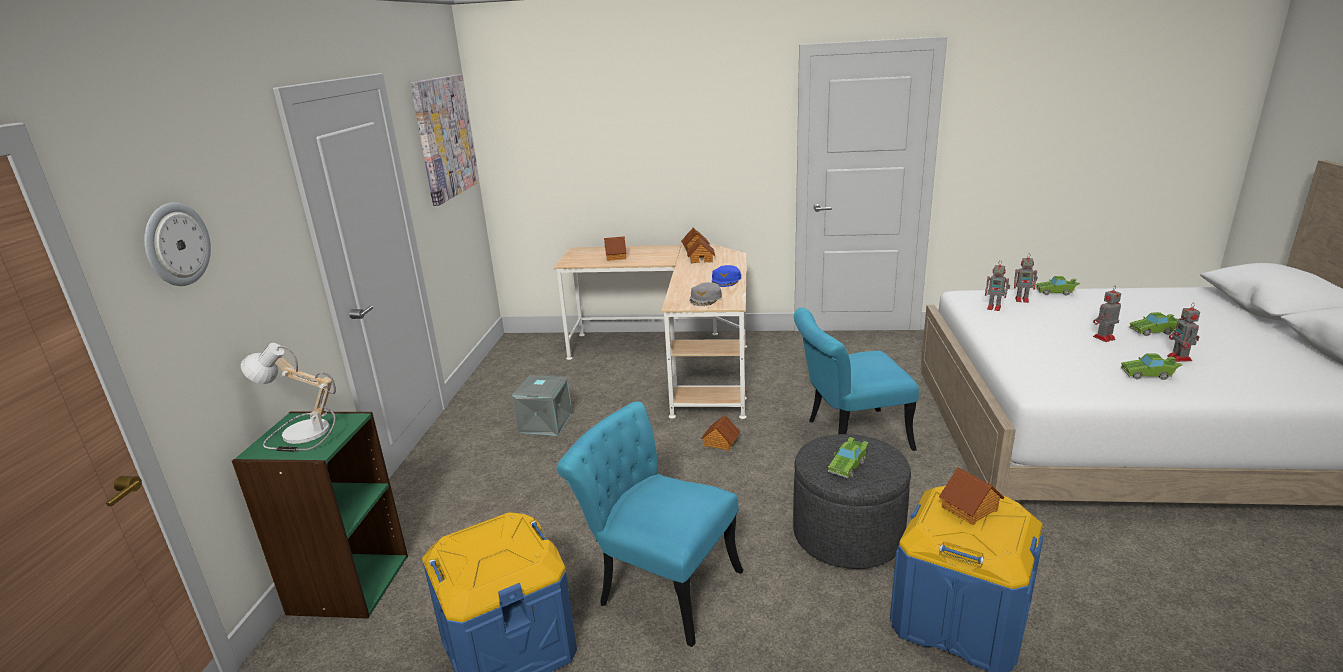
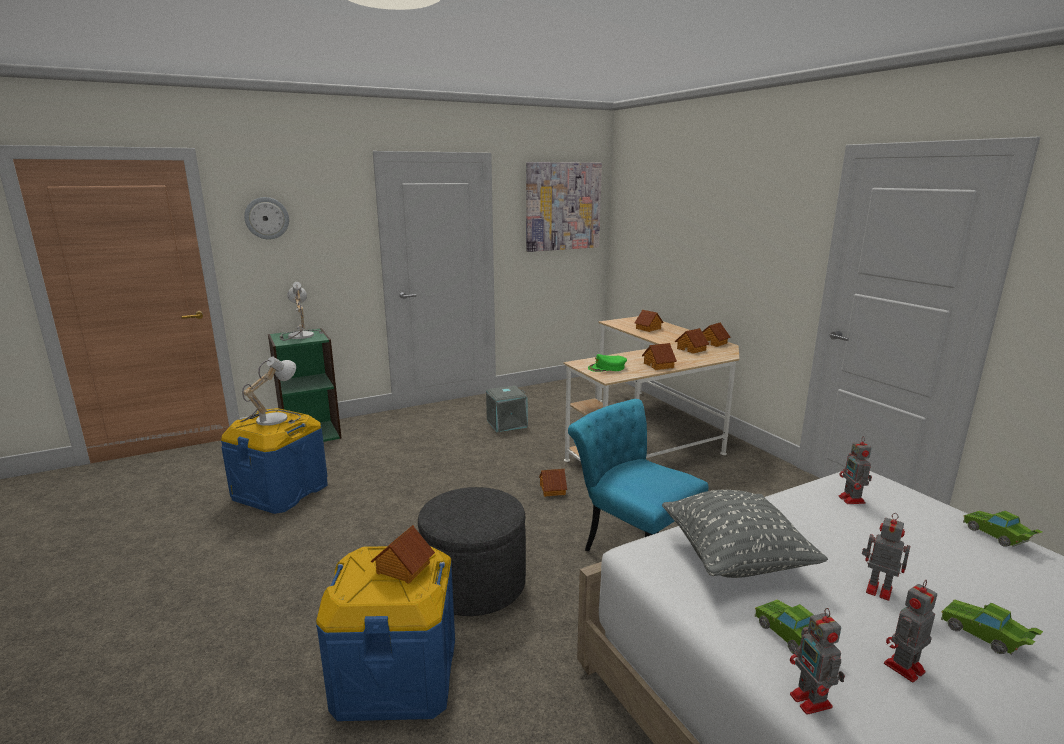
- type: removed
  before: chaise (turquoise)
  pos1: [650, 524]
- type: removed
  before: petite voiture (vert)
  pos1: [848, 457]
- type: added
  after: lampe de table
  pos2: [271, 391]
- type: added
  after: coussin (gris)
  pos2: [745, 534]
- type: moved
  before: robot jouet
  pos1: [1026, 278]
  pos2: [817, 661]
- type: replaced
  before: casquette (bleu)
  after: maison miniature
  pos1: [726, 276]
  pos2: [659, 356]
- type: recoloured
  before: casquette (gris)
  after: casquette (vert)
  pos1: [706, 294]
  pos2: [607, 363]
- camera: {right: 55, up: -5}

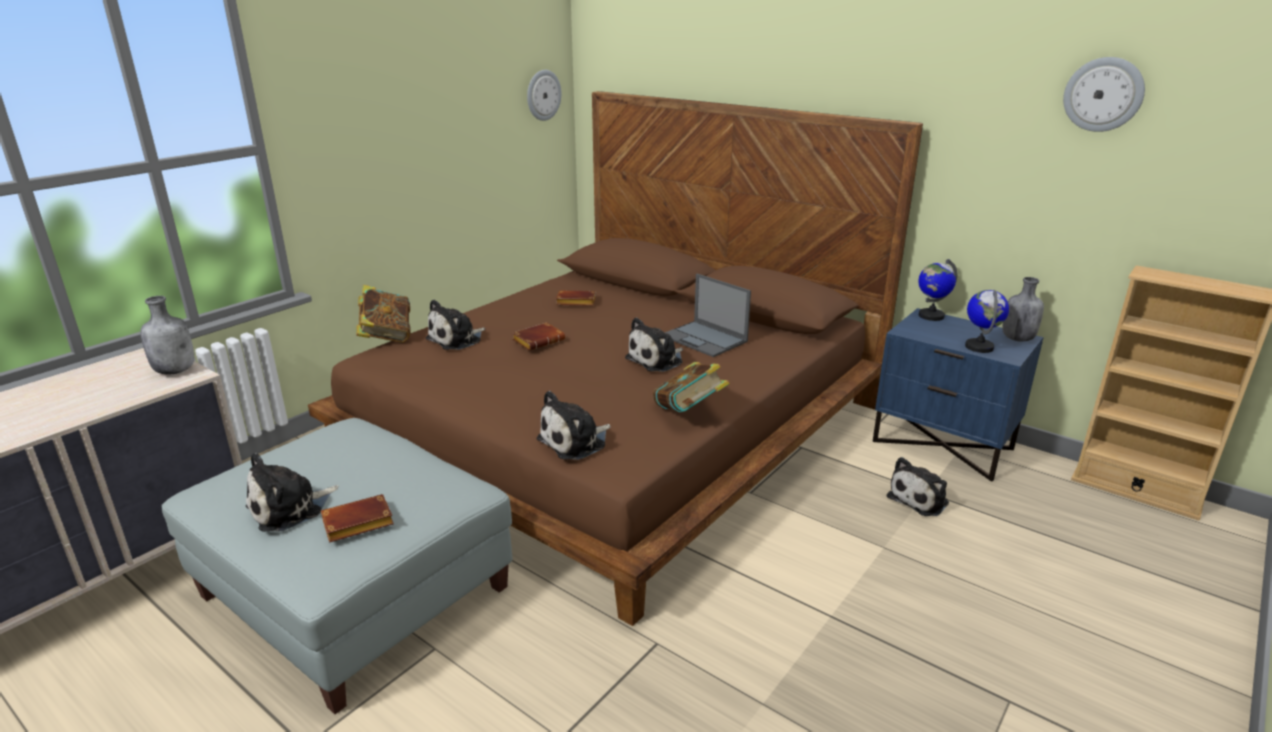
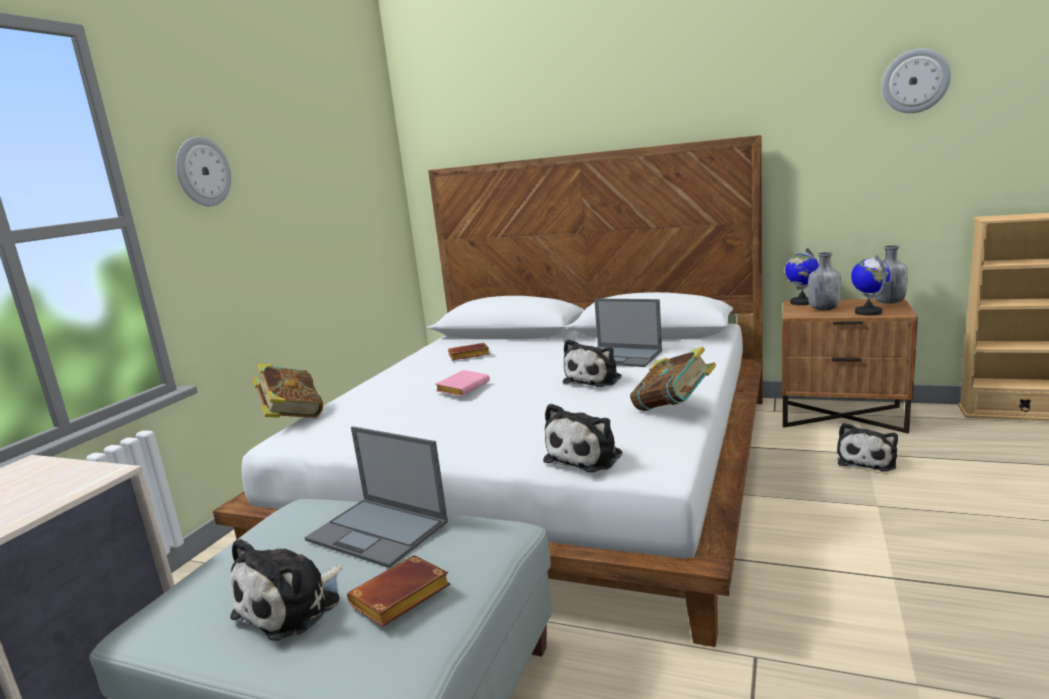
- type: removed
  before: peluche
  pos1: [455, 325]
- type: added
  after: ordinateur portable
  pos2: [376, 497]
- type: moved
  before: bouteille (gris)
  pos1: [167, 335]
  pos2: [824, 281]
- type: moved
  before: horloge murale
  pos1: [544, 95]
  pos2: [203, 171]
- type: recoloured
  before: lit (marron)
  after: lit (blanc)
  pos1: [615, 358]
  pos2: [488, 391]
- type: recoloured
  before: livre (marron)
  after: livre (rose)
  pos1: [538, 336]
  pos2: [463, 383]
- type: recoloured
  before: table de chevet (bleu)
  after: table de chevet (marron)
  pos1: [958, 395]
  pos2: [850, 366]
- camera: {right: -15, up: -10}

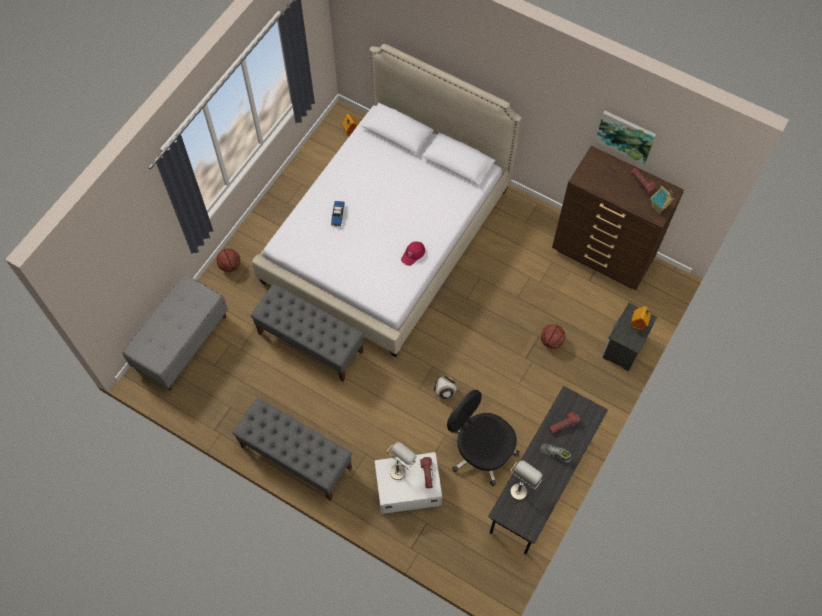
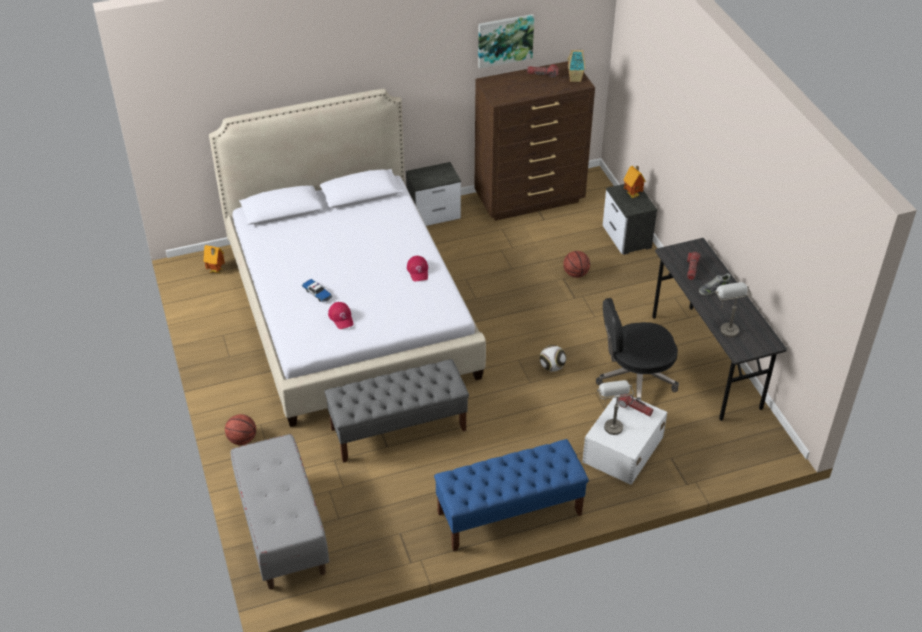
- type: added
  after: casquette (rouge)
  pos2: [341, 315]
- type: added
  after: table de chevet
  pos2: [433, 194]
- type: recoloured
  before: banc (gris)
  after: banc (bleu)
  pos1: [292, 449]
  pos2: [511, 495]
- camera: {right: -50, up: -20}

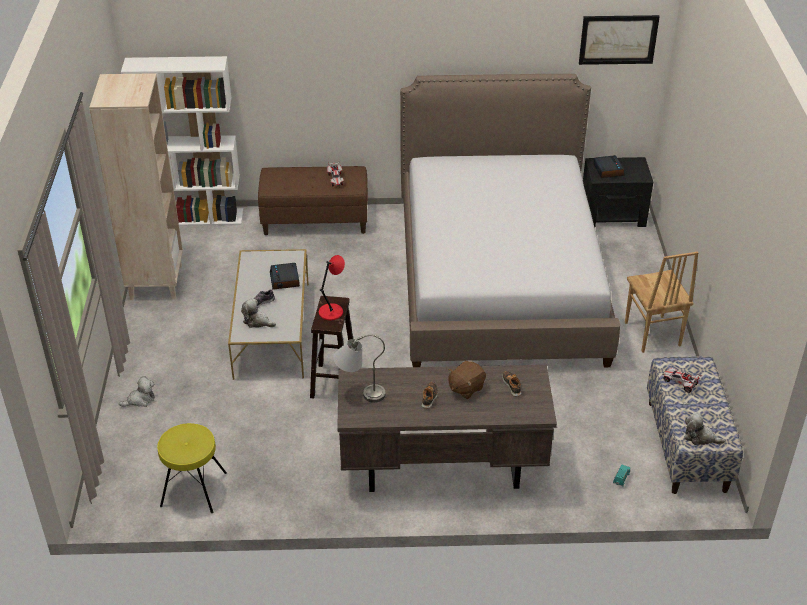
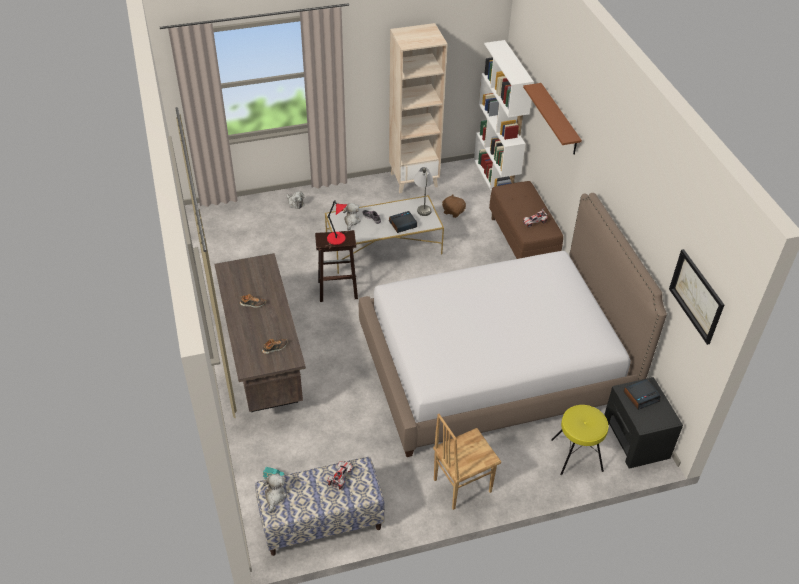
- type: added
  after: étagère (marron)
  pos2: [552, 119]
- type: moved
  before: tabouret (jaune)
  pos1: [192, 468]
  pos2: [579, 440]
- type: moved
  before: lampe de table (gris)
  pos1: [359, 369]
  pos2: [423, 191]
- type: moved
  before: peluche (marron)
  pos1: [467, 380]
  pos2: [454, 206]
- camera: {right: 75, up: 5}

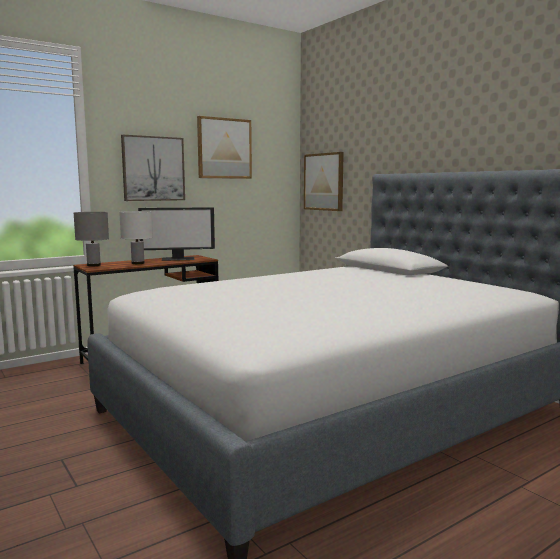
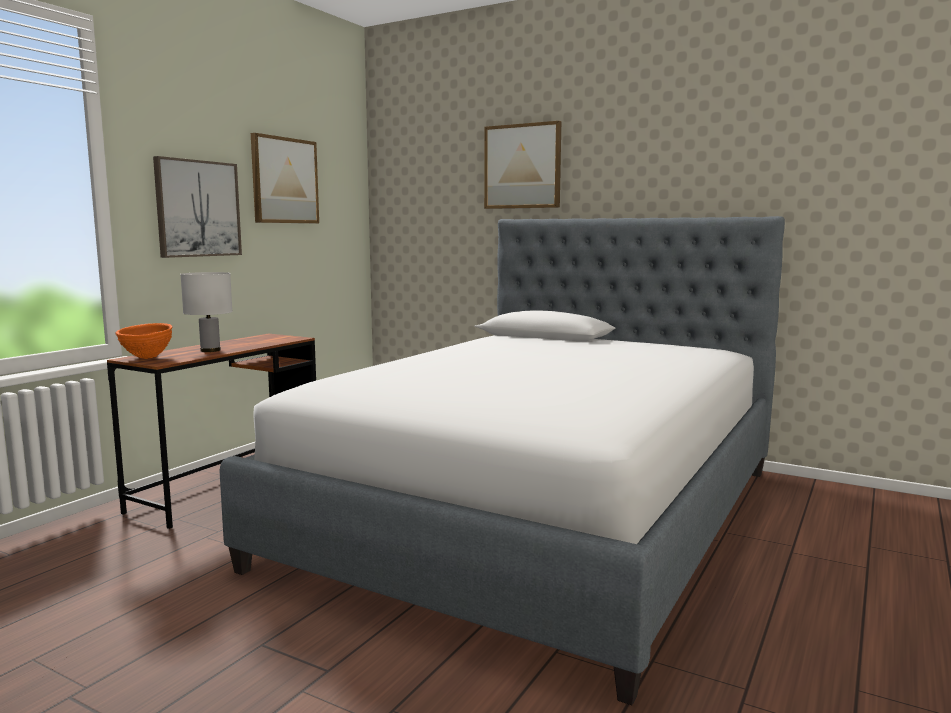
- type: removed
  before: écran d'ordinateur
  pos1: [176, 234]
- type: moved
  before: tableau
  pos1: [324, 181]
  pos2: [522, 165]
- type: replaced
  before: lampe de table (gris)
  after: bol (orange)
  pos1: [91, 239]
  pos2: [144, 341]
- camera: {right: -25, up: 0}

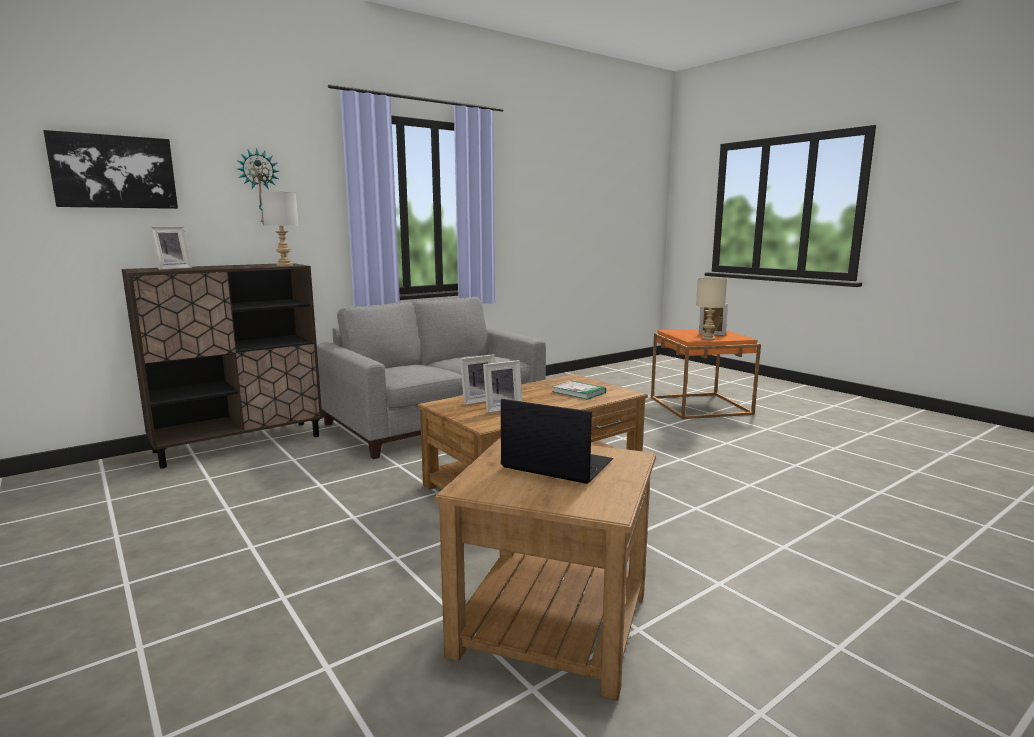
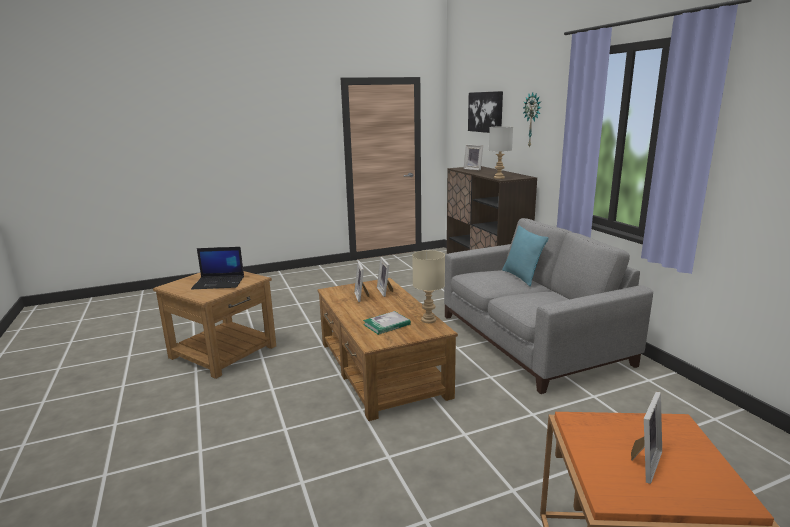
- type: added
  after: coussin (turquoise)
  pos2: [525, 256]
- type: moved
  before: lampe de table (beige)
  pos1: [711, 308]
  pos2: [428, 286]
- type: turned
  before: ordinateur portable
  pos1: [557, 441]
  pos2: [217, 268]
  turn: 45
- camera: {right: 105, up: 5}

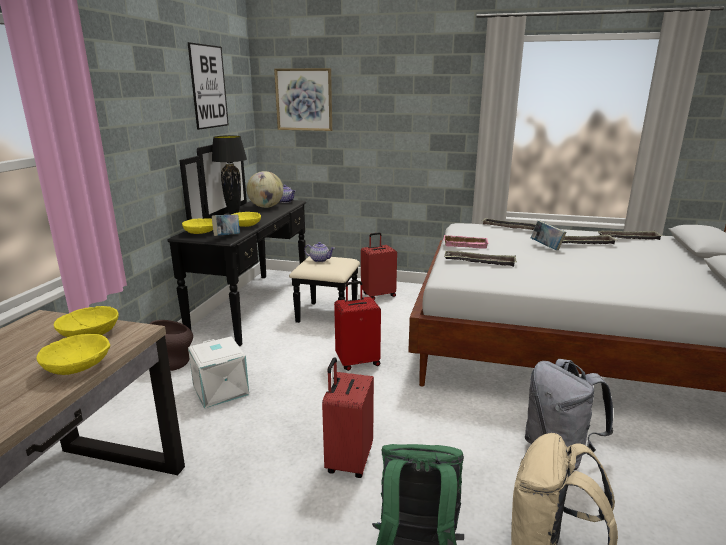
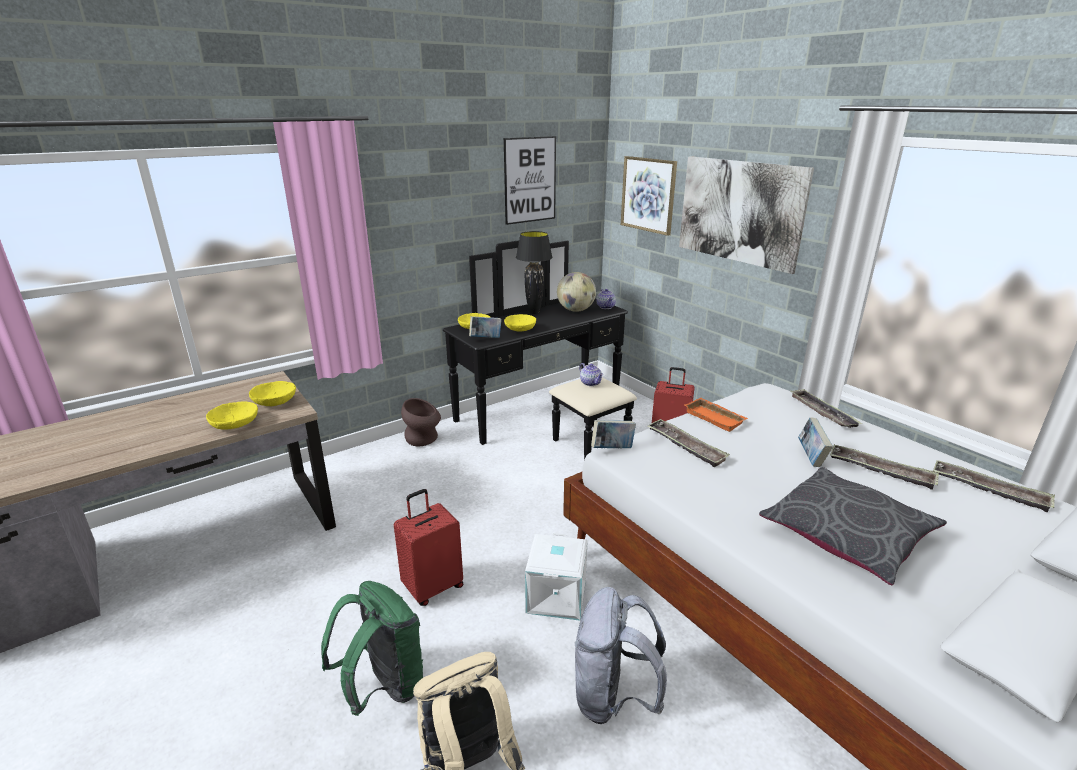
- type: removed
  before: valise (rouge)
  pos1: [357, 326]
- type: added
  after: livre
  pos2: [613, 434]
- type: added
  after: tableau
  pos2: [746, 215]
- type: added
  after: coussin (gris)
  pos2: [853, 526]
- type: moved
  before: boîte de rangement (blanc)
  pos1: [218, 372]
  pos2: [556, 577]
- type: recoloured
  before: plateau (rose)
  after: plateau (orange)
  pos1: [466, 242]
  pos2: [716, 415]
- camera: {right: 40, up: 5}

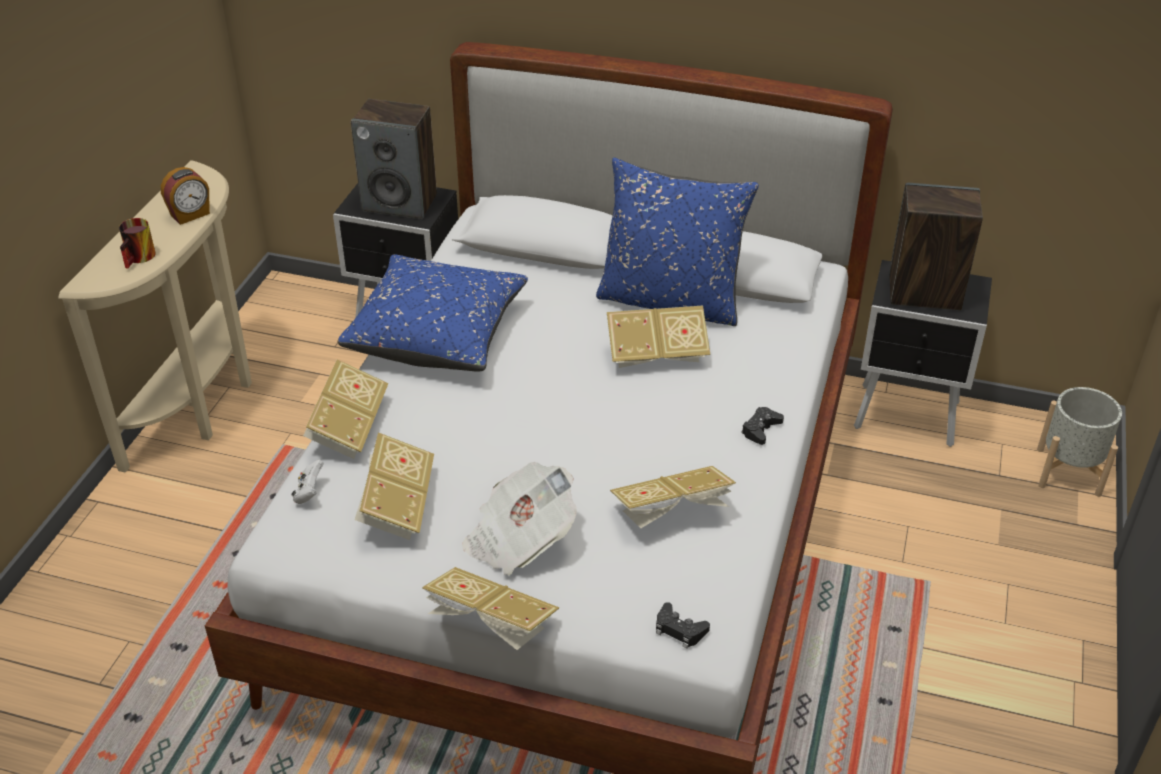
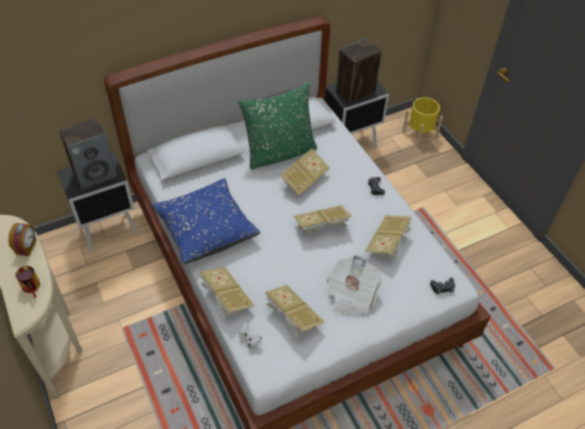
- type: moved
  before: livre
  pos1: [490, 608]
  pos2: [322, 220]
- type: recoloured
  before: coussin (bleu)
  after: coussin (vert)
  pos1: [677, 241]
  pos2: [278, 125]
- type: recoloured
  before: cache-pot (gris)
  after: cache-pot (jaune)
  pos1: [1079, 442]
  pos2: [422, 122]
- camera: {right: -45, up: 10}

